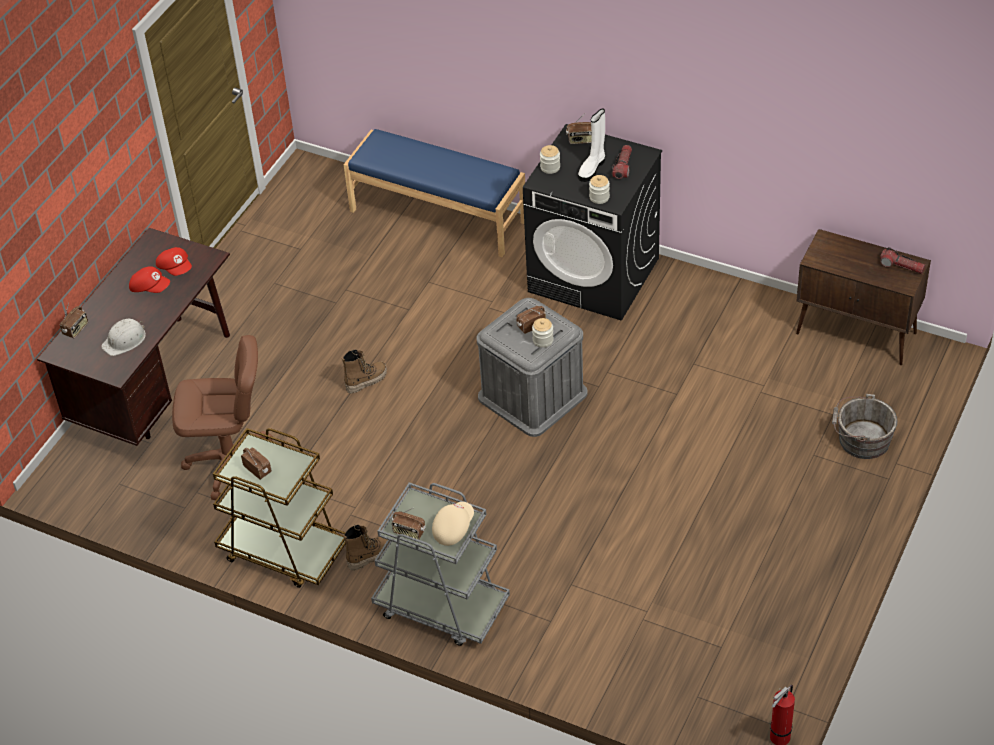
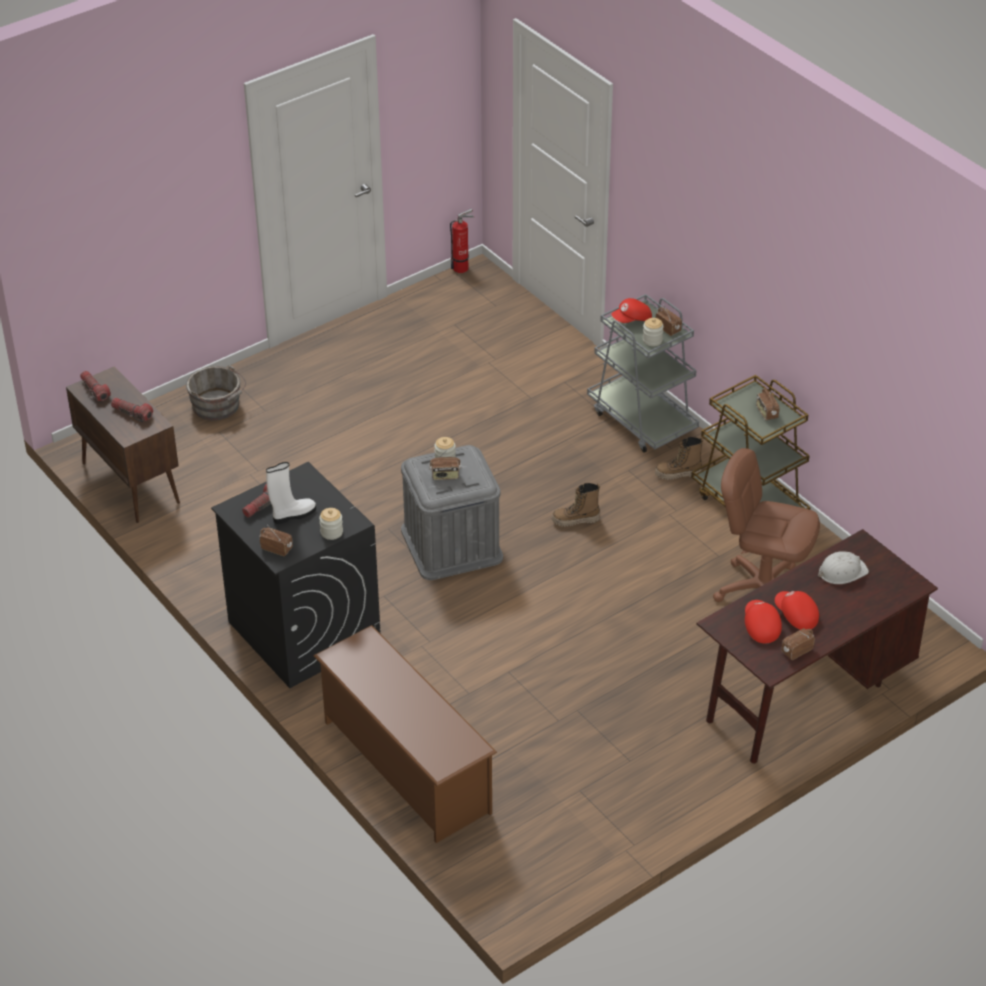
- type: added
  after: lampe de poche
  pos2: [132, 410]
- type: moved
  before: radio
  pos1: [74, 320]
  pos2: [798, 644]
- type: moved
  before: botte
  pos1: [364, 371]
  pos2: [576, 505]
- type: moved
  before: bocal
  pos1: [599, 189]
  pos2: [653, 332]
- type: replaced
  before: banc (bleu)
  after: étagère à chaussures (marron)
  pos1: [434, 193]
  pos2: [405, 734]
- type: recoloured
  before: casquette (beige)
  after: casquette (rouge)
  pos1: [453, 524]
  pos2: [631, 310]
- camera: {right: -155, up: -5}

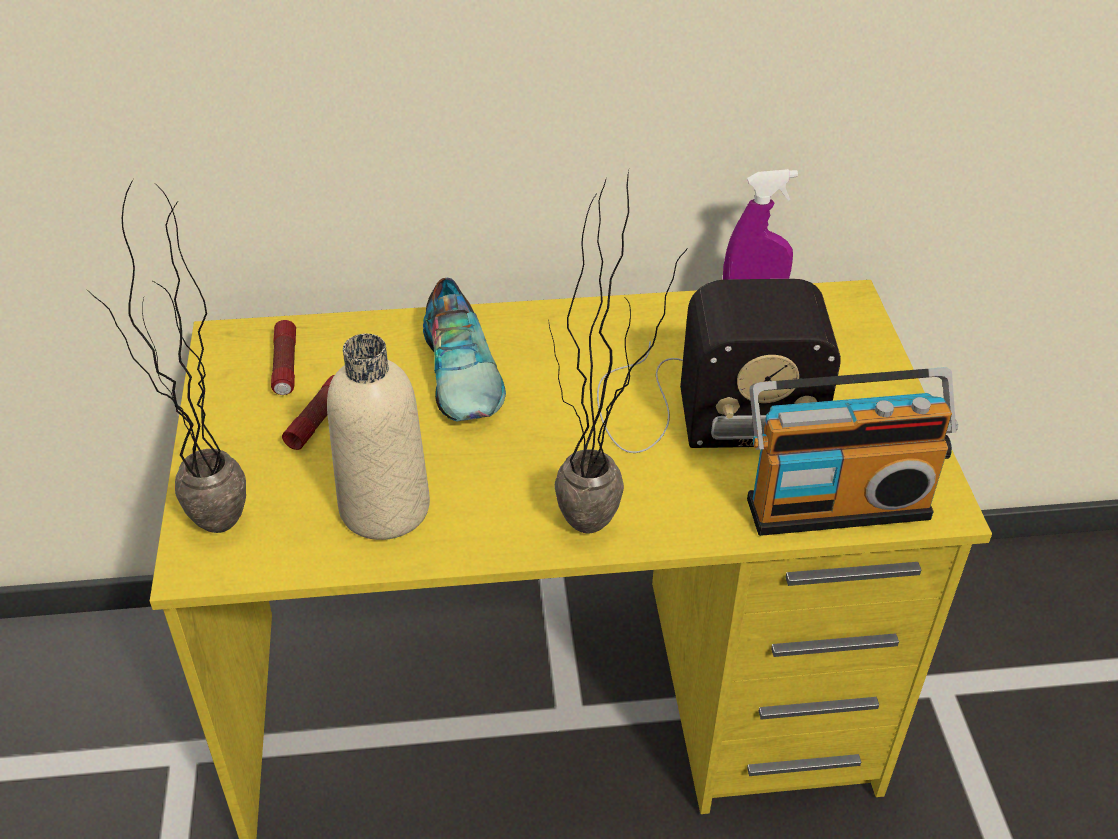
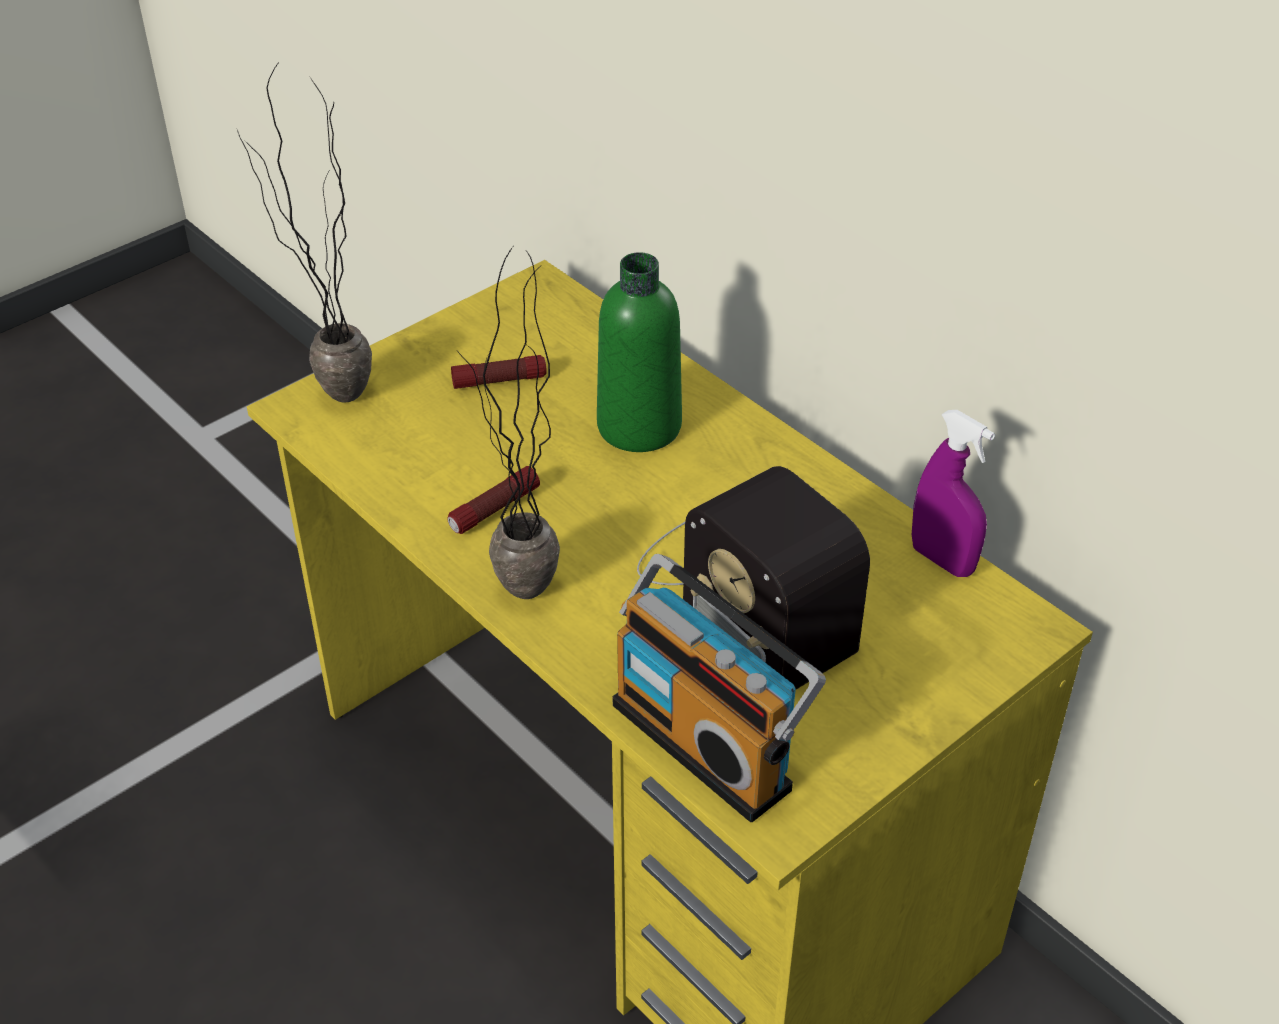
- type: removed
  before: bouteille (beige)
  pos1: [378, 437]
- type: moved
  before: lampe de poche
  pos1: [283, 357]
  pos2: [493, 500]
- type: replaced
  before: chaussure
  after: bouteille (vert)
  pos1: [464, 349]
  pos2: [639, 352]
- camera: {right: 55, up: 0}

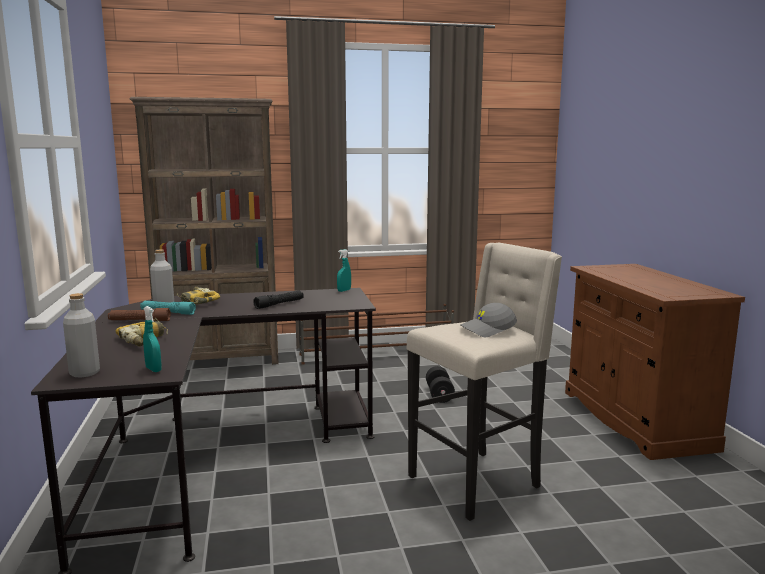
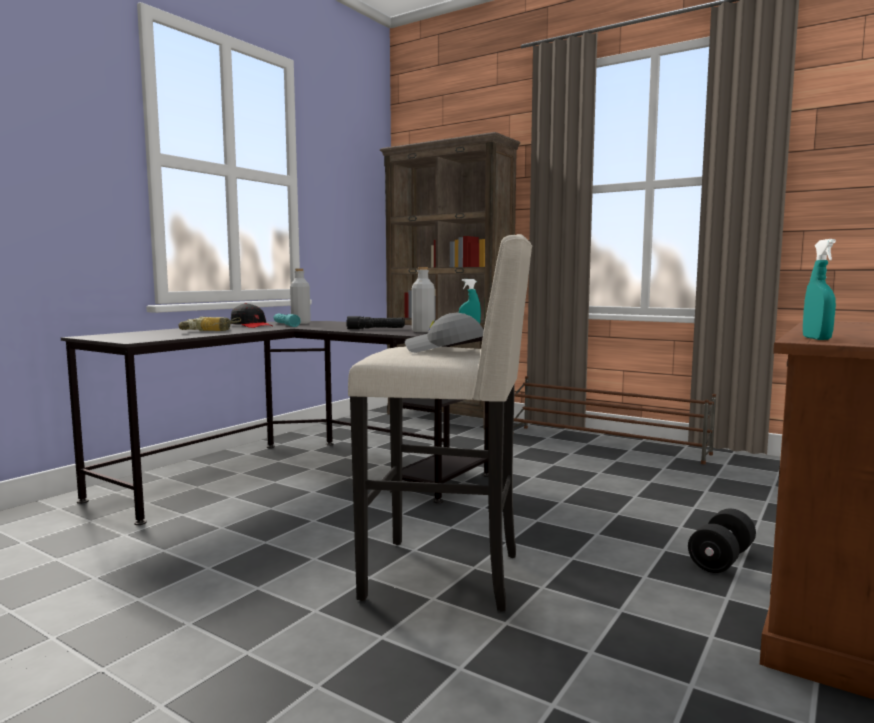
- type: removed
  before: perceuse
  pos1: [198, 295]
- type: moved
  before: bouteille (gris)
  pos1: [81, 335]
  pos2: [423, 299]
- type: moved
  before: vaporisateur (turquoise)
  pos1: [152, 339]
  pos2: [819, 289]
- type: moved
  before: haltère (noir)
  pos1: [440, 384]
  pos2: [722, 541]
- type: replaced
  before: lampe de poche (marron)
  after: casquette (noir)
  pos1: [139, 314]
  pos2: [252, 315]
- camera: {right: 45, up: -5}

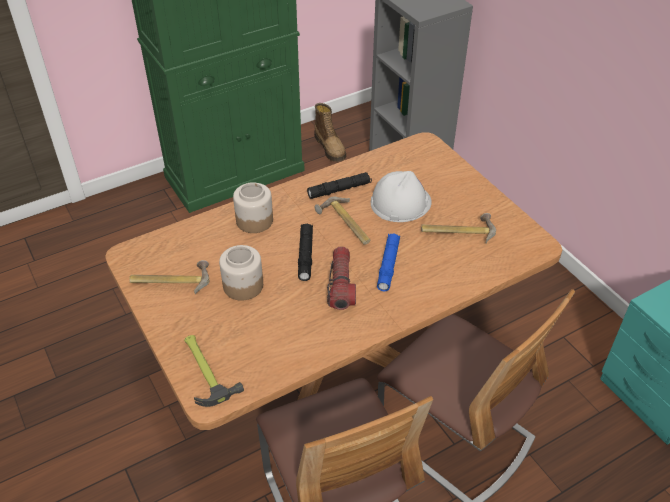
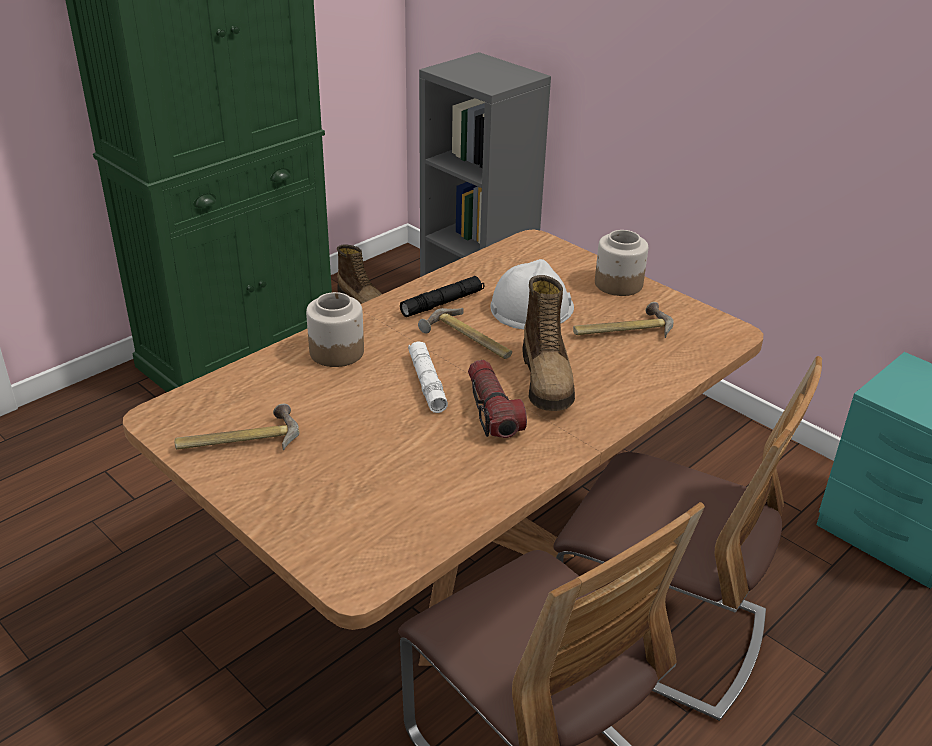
- type: removed
  before: marteau
  pos1: [214, 371]
- type: moved
  before: bocal
  pos1: [241, 273]
  pos2: [621, 263]
- type: replaced
  before: lampe de poche (bleu)
  after: botte
  pos1: [388, 263]
  pos2: [548, 343]
- type: recoloured
  before: lampe de poche (noir)
  after: lampe de poche (blanc)
  pos1: [305, 252]
  pos2: [428, 377]
- camera: {right: -15, up: -10}

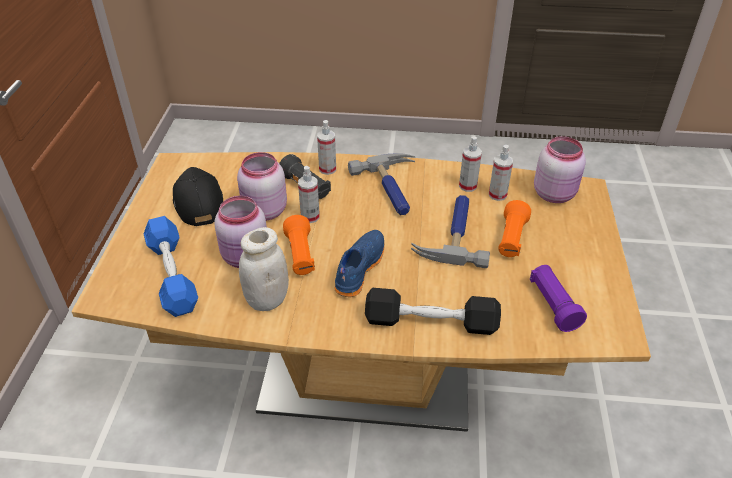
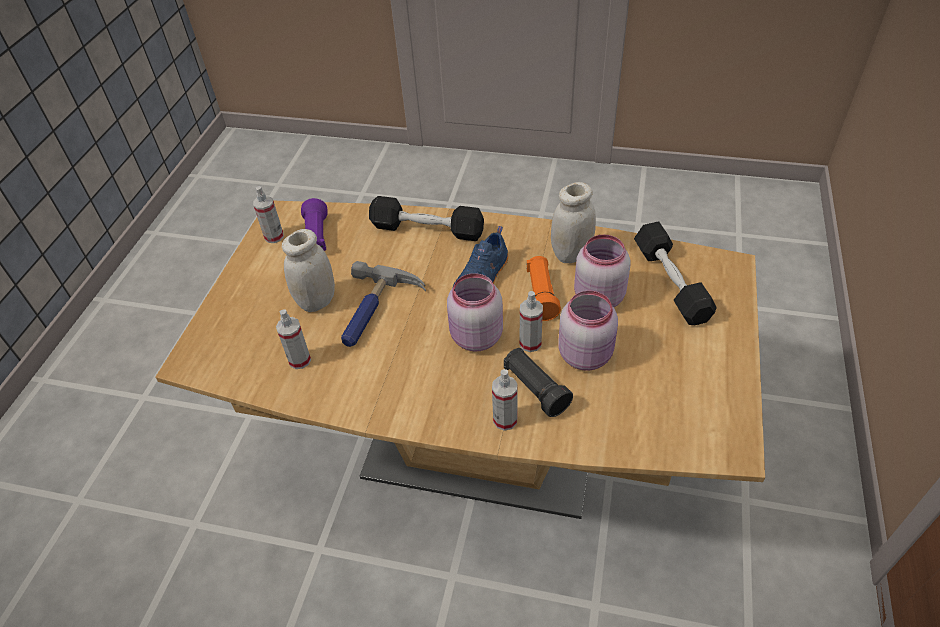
- type: removed
  before: casquette (noir)
  pos1: [198, 196]
- type: removed
  before: marteau
  pos1: [381, 184]
- type: moved
  before: vaporisateur
  pos1: [470, 164]
  pos2: [268, 214]
- type: moved
  before: bocal (rose)
  pos1: [560, 169]
  pos2: [475, 312]
- type: replaced
  before: lampe de poche (orange)
  after: bocal (blanc)
  pos1: [514, 228]
  pos2: [308, 270]
- type: recoloured
  before: haltère (bleu)
  after: haltère (noir)
  pos1: [171, 266]
  pos2: [675, 273]
- camera: {right: -170, up: 5}

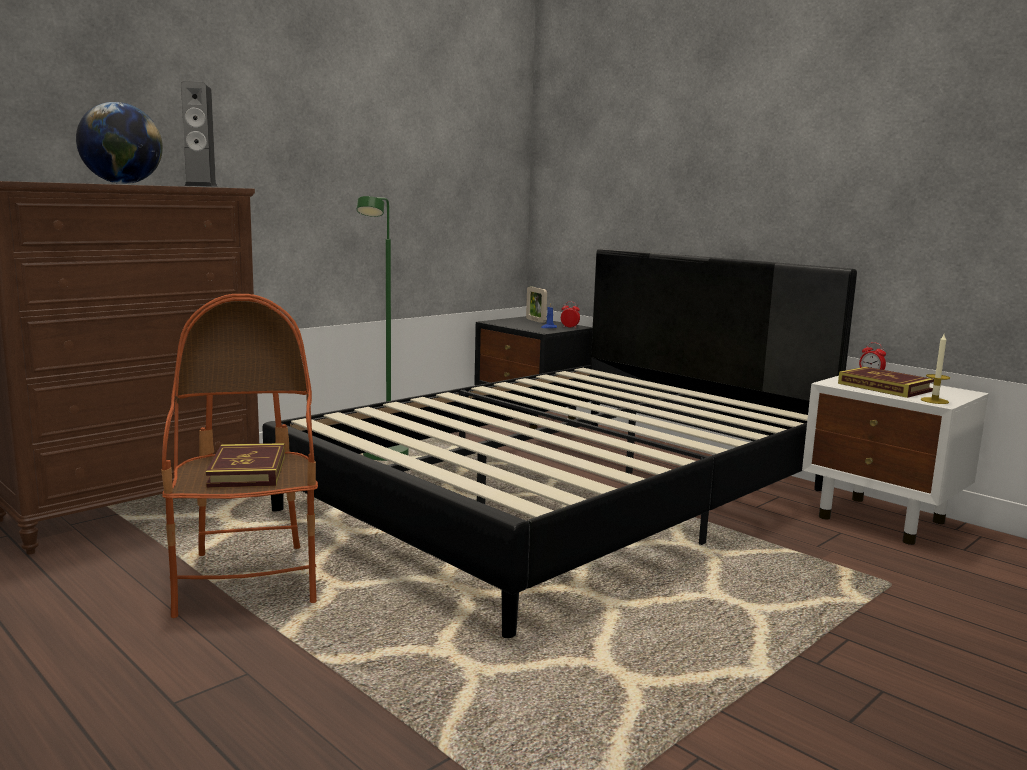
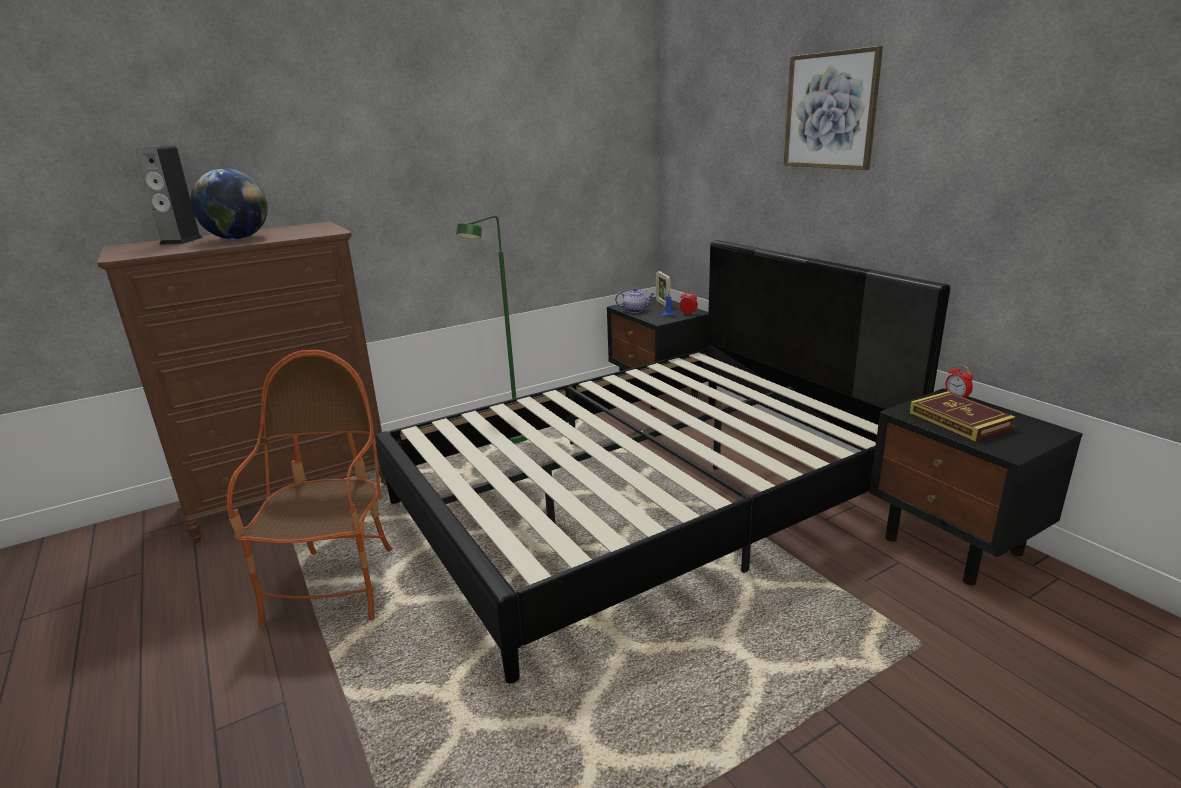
- type: removed
  before: livre
  pos1: [245, 465]
- type: removed
  before: bougie
  pos1: [935, 369]
- type: added
  after: théière
  pos2: [634, 300]
- type: added
  after: tableau
  pos2: [833, 108]
- type: moved
  before: enceinte
  pos1: [199, 134]
  pos2: [169, 195]
- type: recoloured
  before: table de chevet (blanc)
  after: table de chevet (noir)
  pos1: [895, 460]
  pos2: [976, 487]
- camera: {right: 15, up: 10}

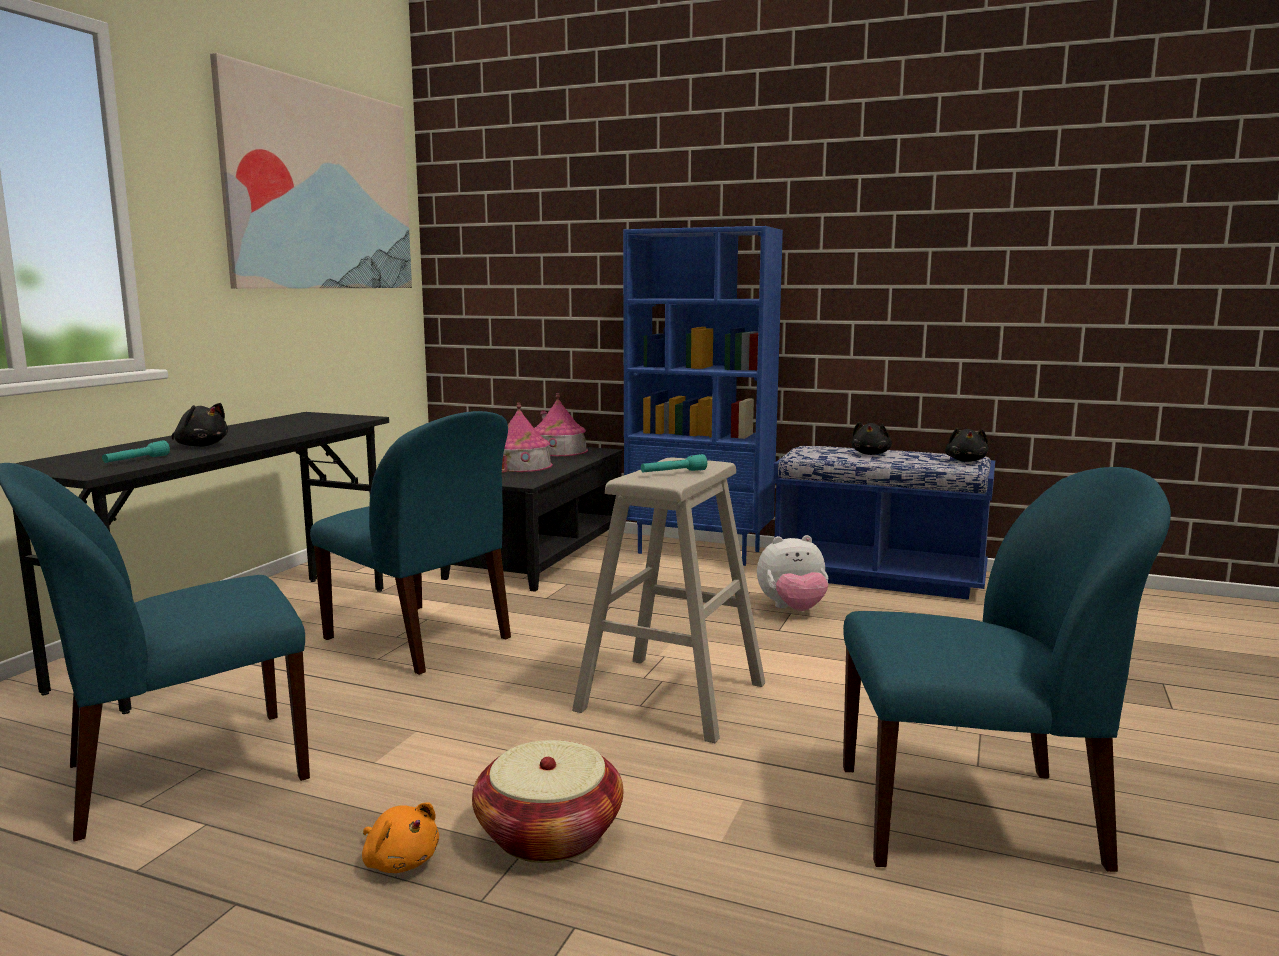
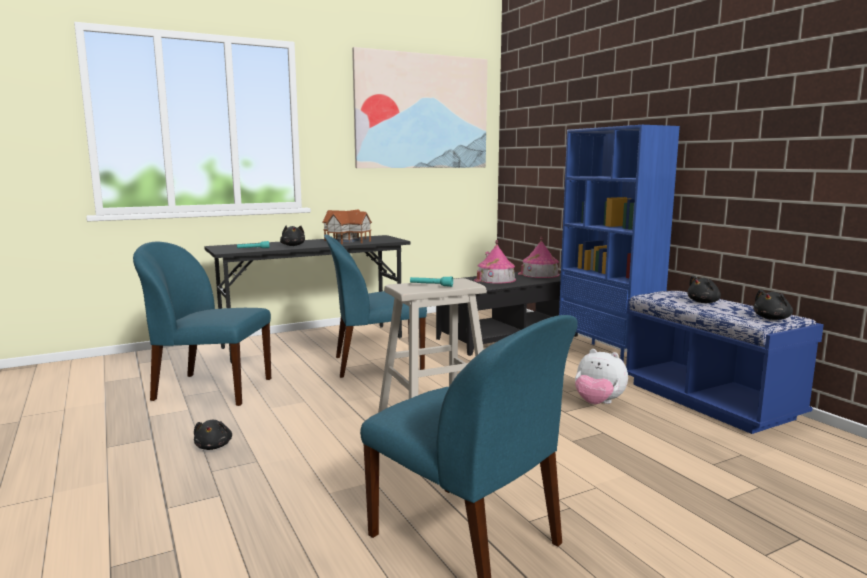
- type: removed
  before: panier
  pos1: [547, 801]
- type: added
  after: maison miniature
  pos2: [347, 226]
- type: recoloured
  before: peluche (orange)
  after: peluche (noir)
  pos1: [400, 838]
  pos2: [213, 435]
- type: turned
  before: chaise (bleu)
  pos1: [410, 543]
  pos2: [375, 306]
  turn: 90
- camera: {right: 40, up: 0}

